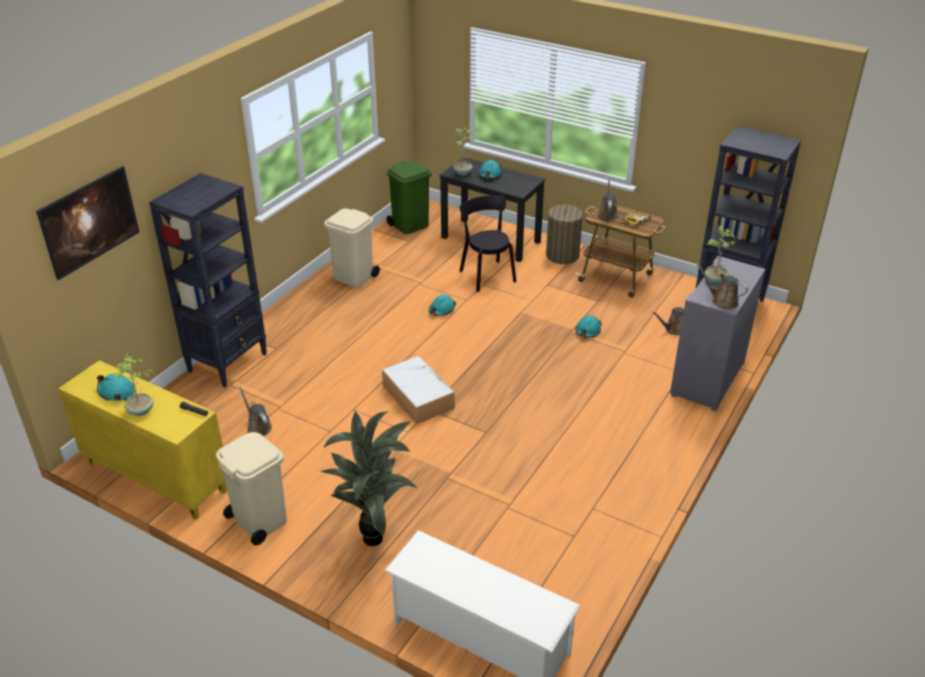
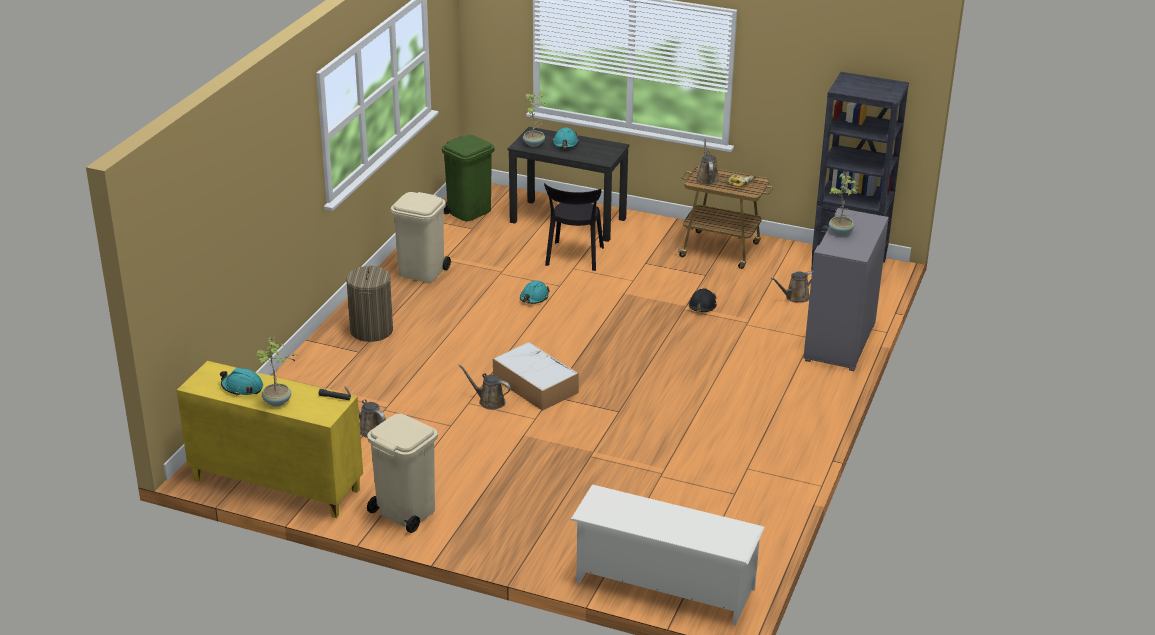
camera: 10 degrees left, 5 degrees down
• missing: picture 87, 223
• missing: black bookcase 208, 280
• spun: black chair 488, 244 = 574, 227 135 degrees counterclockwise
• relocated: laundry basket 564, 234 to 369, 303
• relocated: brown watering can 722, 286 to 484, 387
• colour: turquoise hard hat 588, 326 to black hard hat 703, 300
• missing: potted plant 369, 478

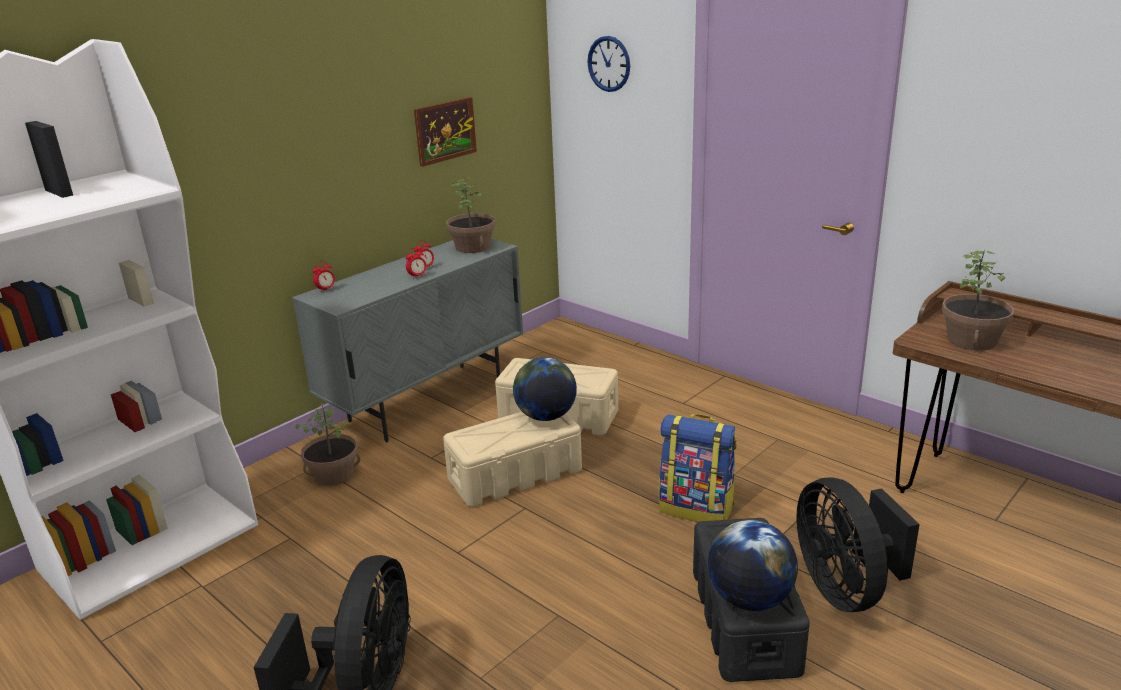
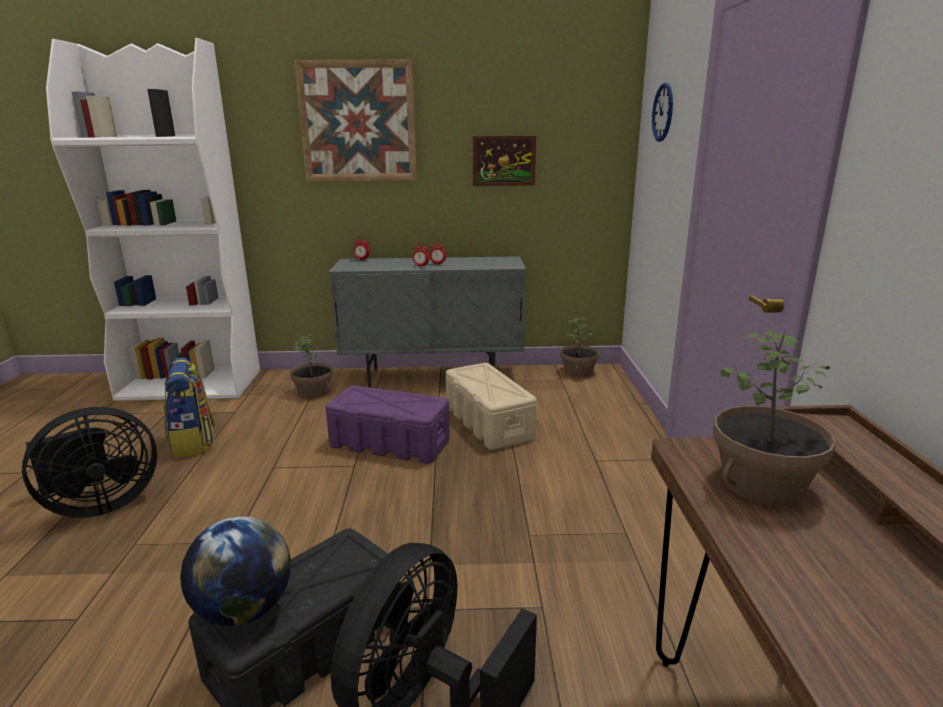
camera: 45 degrees right, 5 degrees down
• relocated: potted plant 470, 215 to 580, 347
• missing: globe 545, 389
• colour: beige storage box 512, 459 to purple storage box 388, 424
• relocated: backpack 698, 468 to 189, 408
• appeared: picture 355, 120

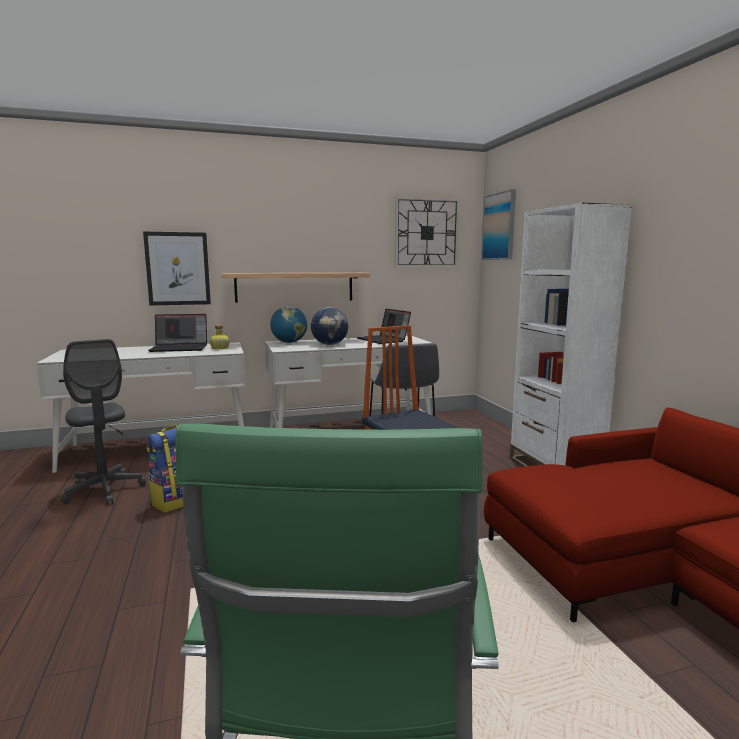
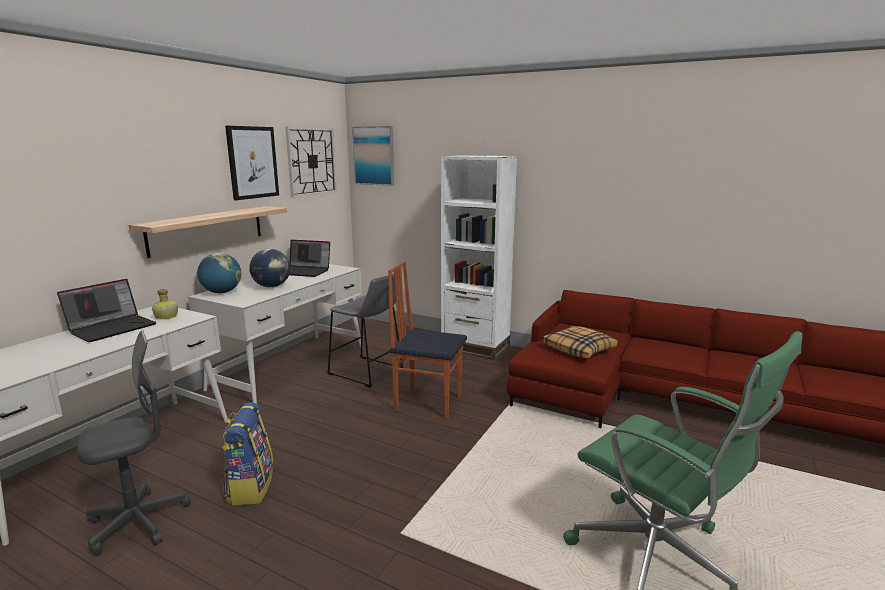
camera: 45 degrees left, 5 degrees up
• relocated: picture 177, 269 to 252, 163
• spun: grey office chair 103, 422 = 134, 443 45 degrees counterclockwise
• appeared: pillow 580, 342

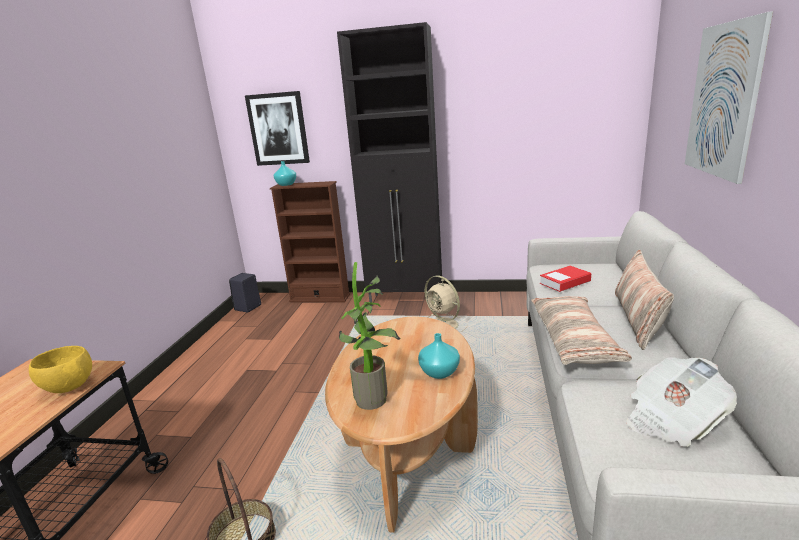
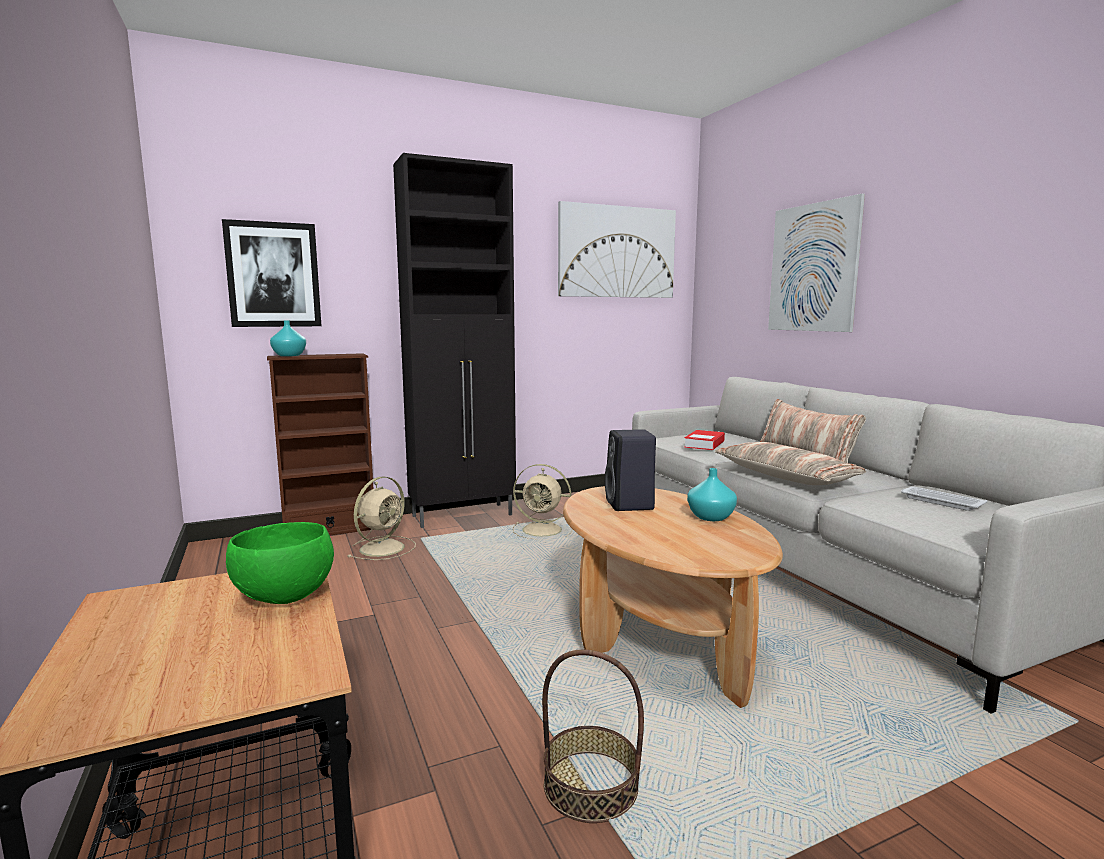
camera: 35 degrees left, 10 degrees down
• missing: potted plant 369, 336
• relocated: black speaker 245, 293 to 630, 470
• colour: yellow bowl 60, 369 to green bowl 280, 563
• exchanged: newspaper 681, 402 to white tray 944, 498
• appeared: picture 617, 249
• appeared: beige fan 382, 518

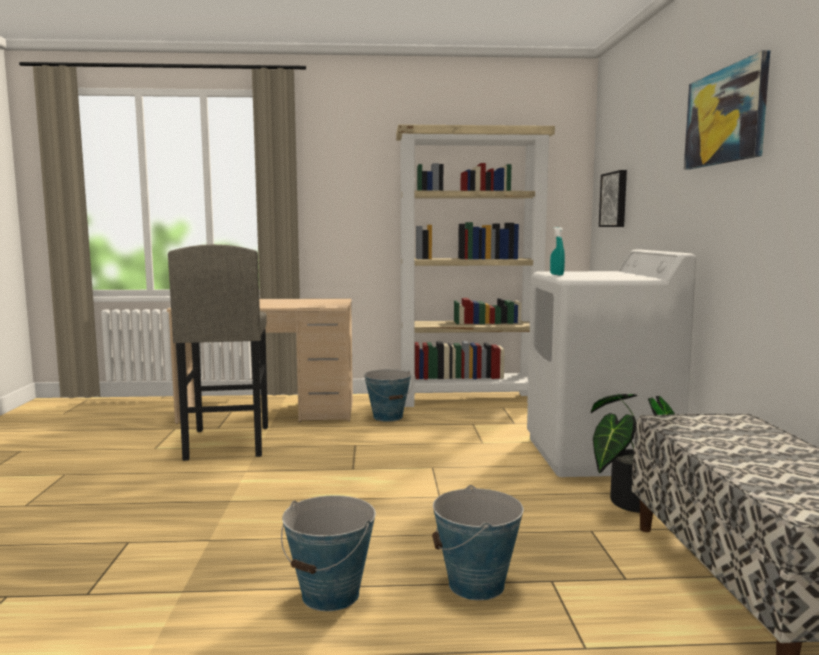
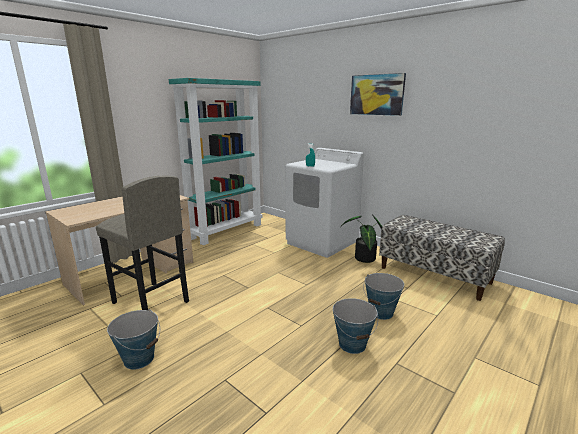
camera: 45 degrees left, 10 degrees up
• colour: beige bookcase 475, 265 to turquoise bookcase 216, 161
• missing: picture 613, 198
• relocated: bucket 388, 395 to 133, 339

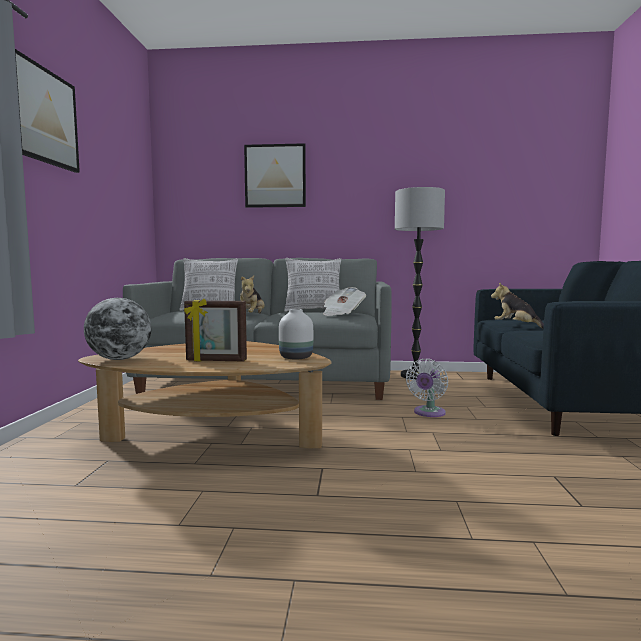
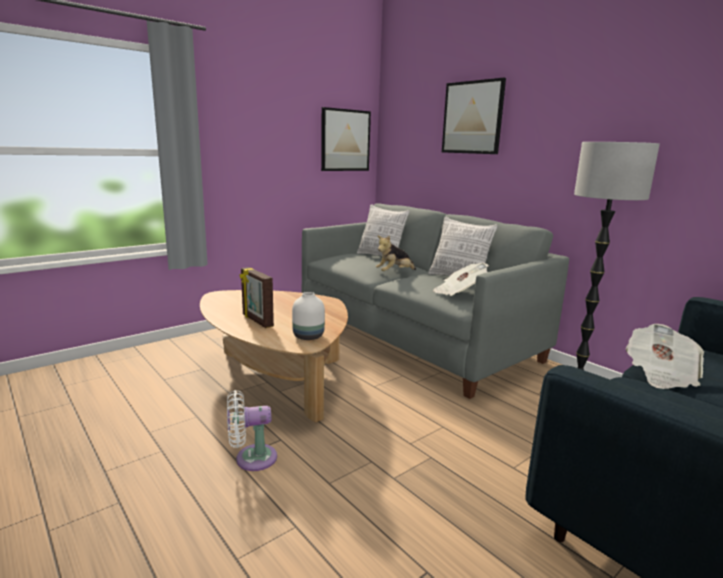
camera: 45 degrees right, 10 degrees up
• relocated: picture 47, 111 to 346, 139
• exchanged: plush toy 517, 305 to newspaper 665, 356
• missing: globe 117, 329
• relocated: white fan 427, 388 to 252, 430

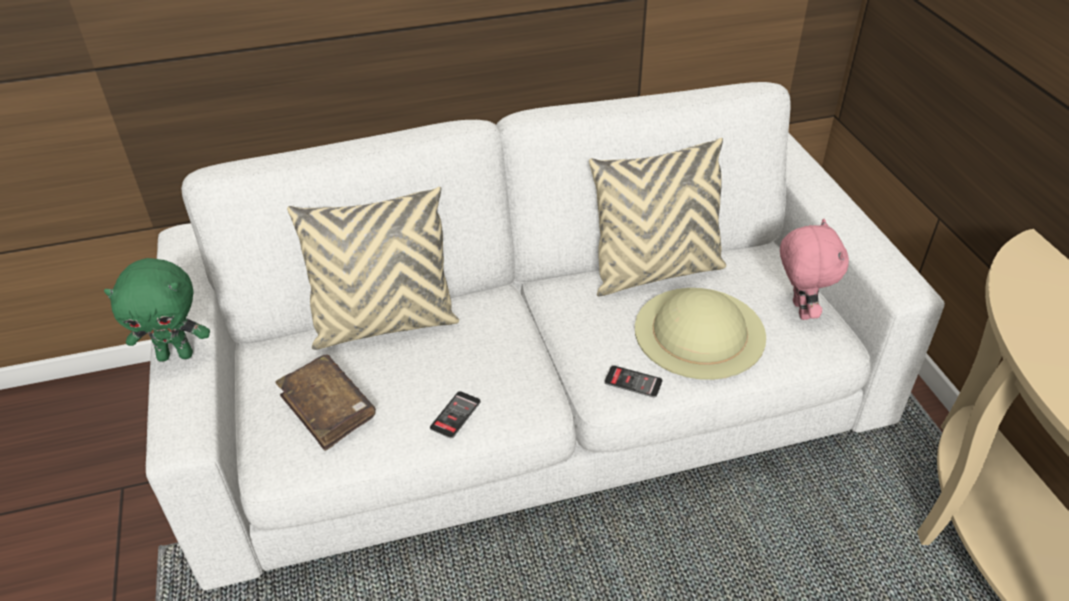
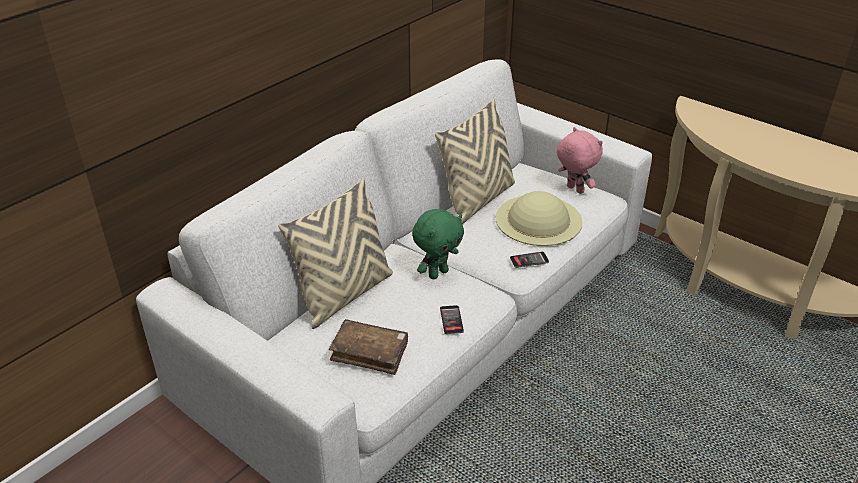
camera: 35 degrees left, 5 degrees down
• relocated: green plush toy 157, 310 to 438, 244

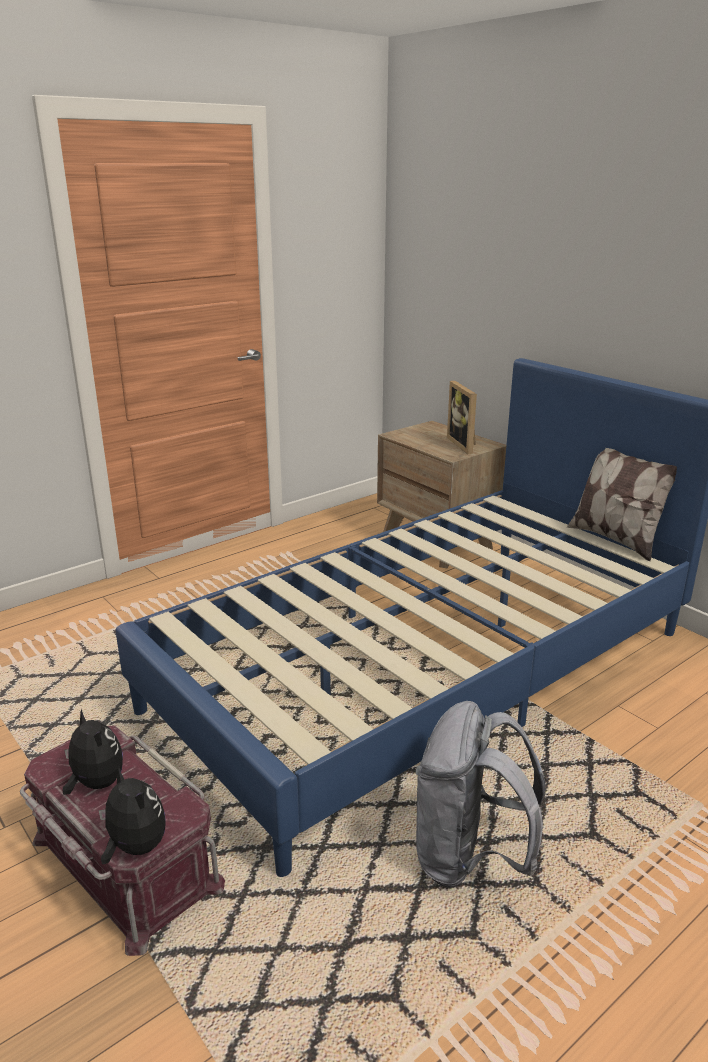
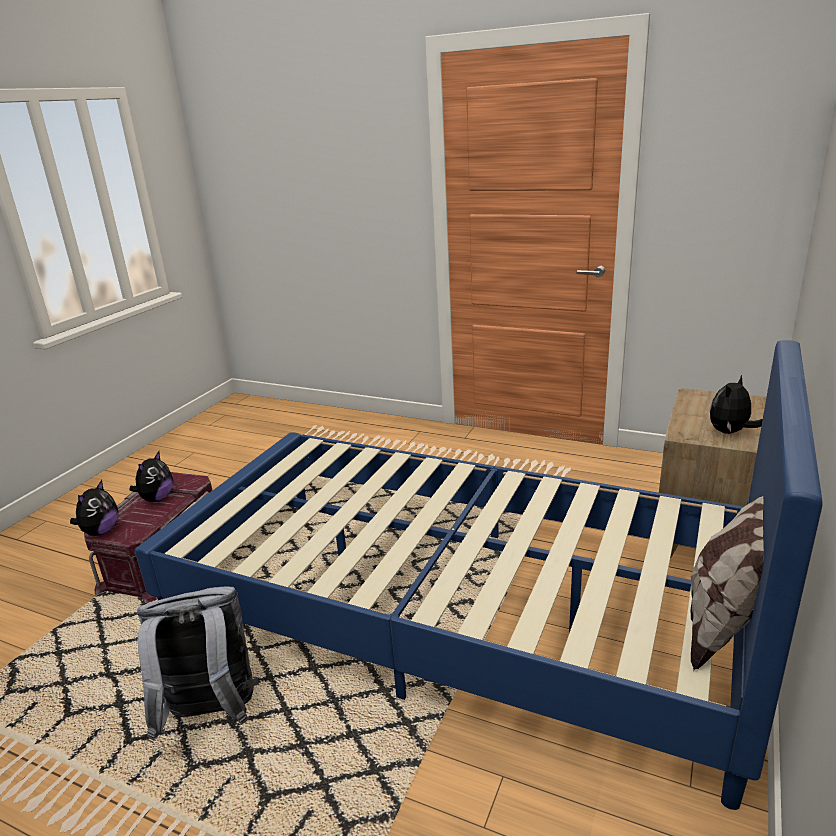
camera: 65 degrees right, 0 degrees up
• exchanged: picture frame 462, 417 to plush toy 736, 404

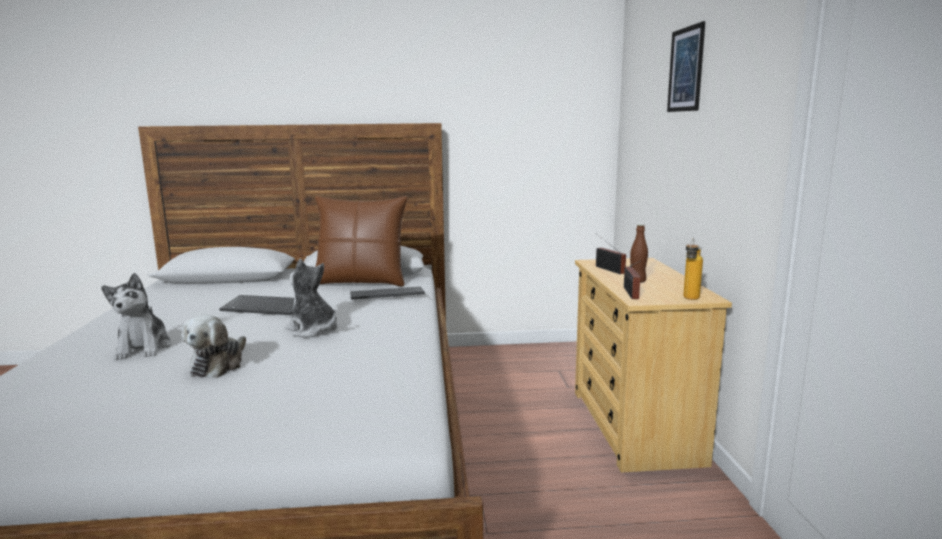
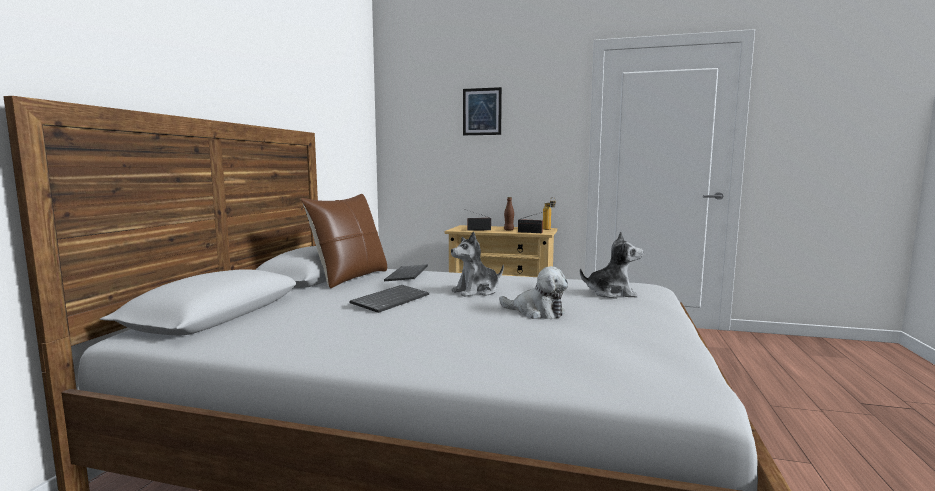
camera: 70 degrees left, 5 degrees down
• relocated: plush toy 136, 316 to 612, 265

